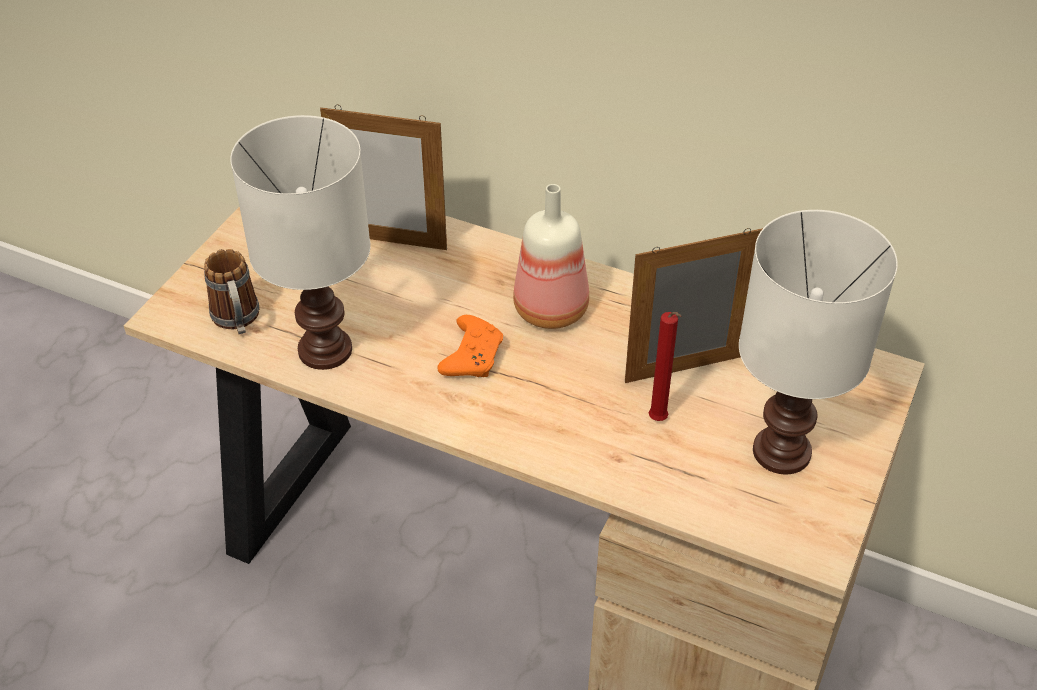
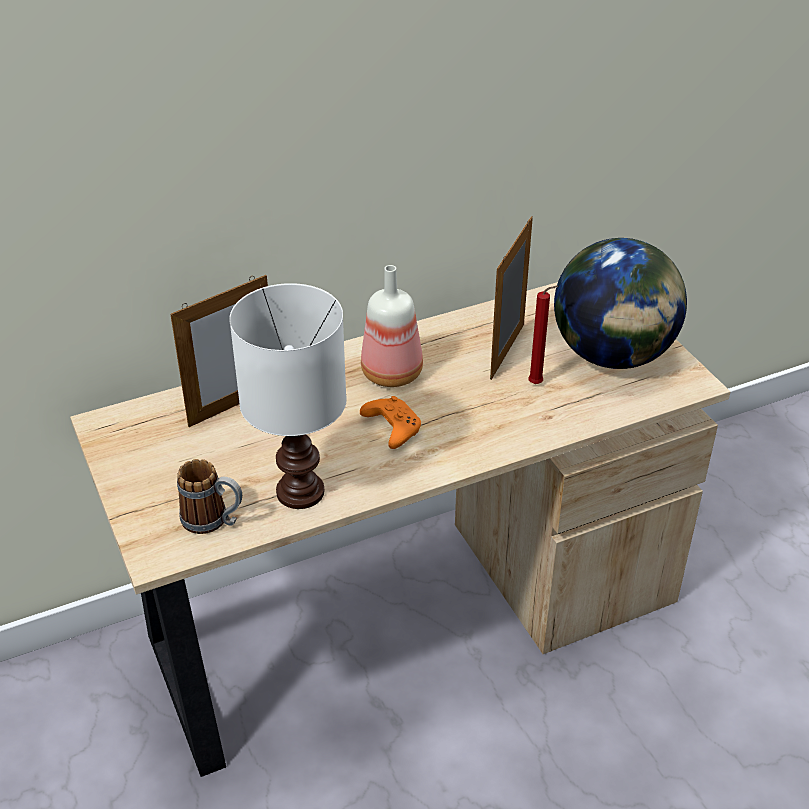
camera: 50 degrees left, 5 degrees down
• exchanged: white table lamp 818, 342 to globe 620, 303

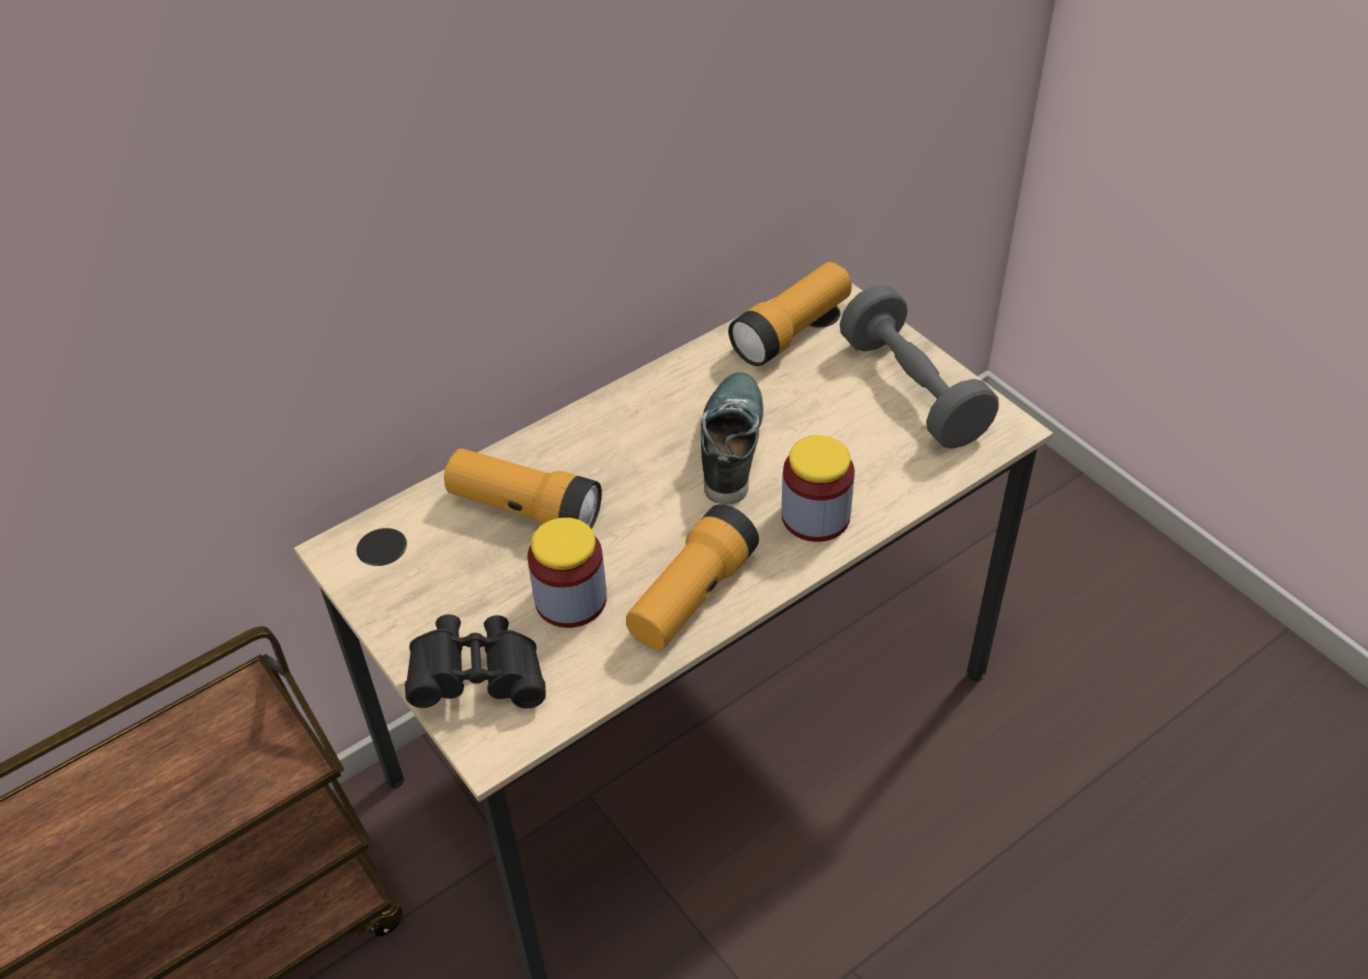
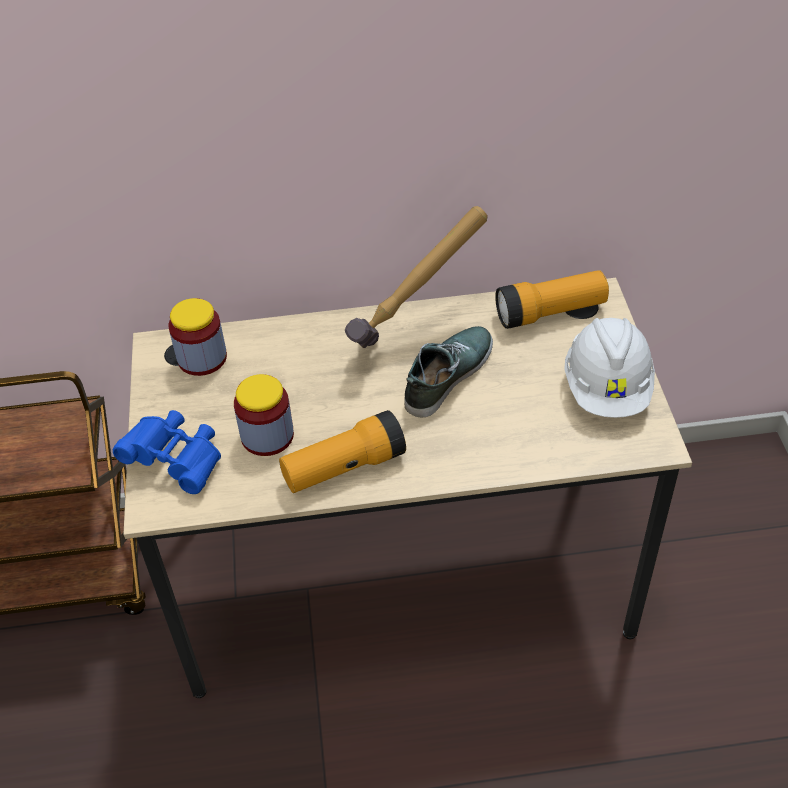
camera: 30 degrees right, 0 degrees up
• exchanged: grey dumbbell 919, 367 to white hard hat 609, 368
• relocated: jar 818, 488 to 197, 337
• missing: flashlight 523, 488
• colour: black binoculars 475, 661 to blue binoculars 167, 452
• appeared: hammer 416, 277

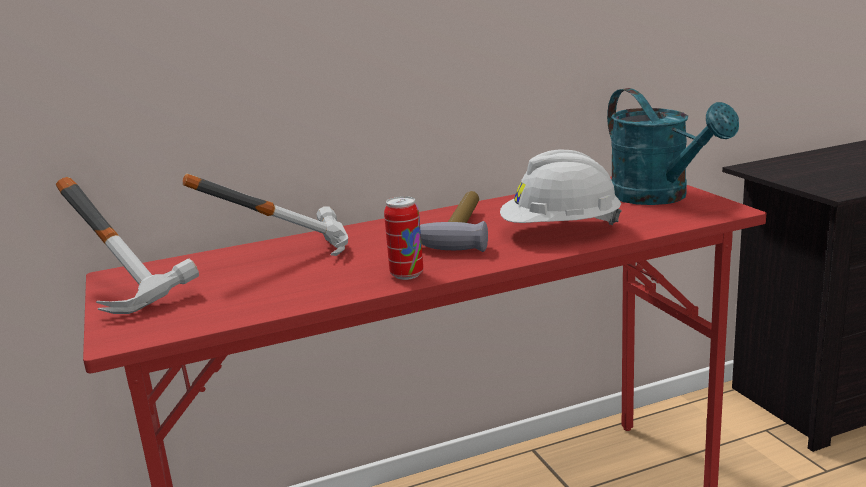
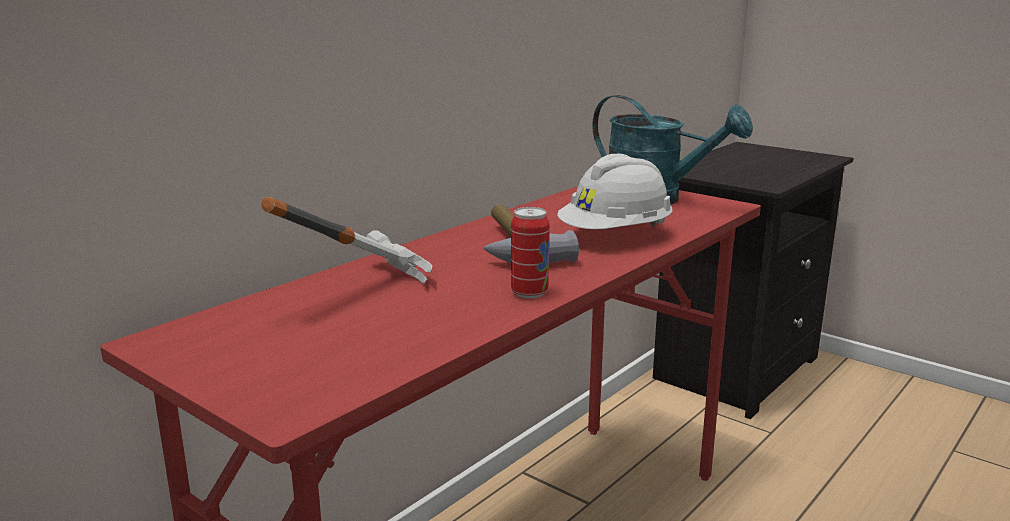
camera: 30 degrees left, 0 degrees up
• missing: hammer 127, 245

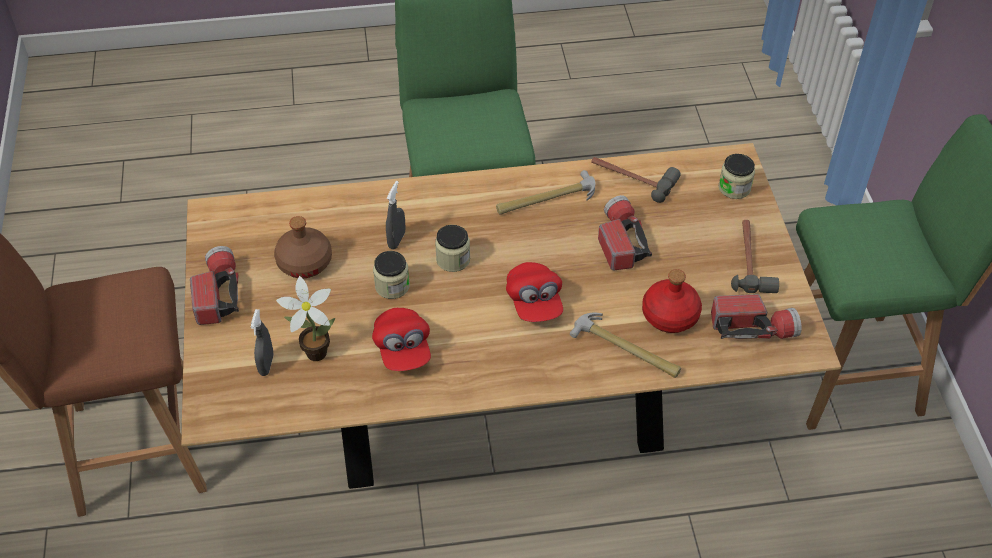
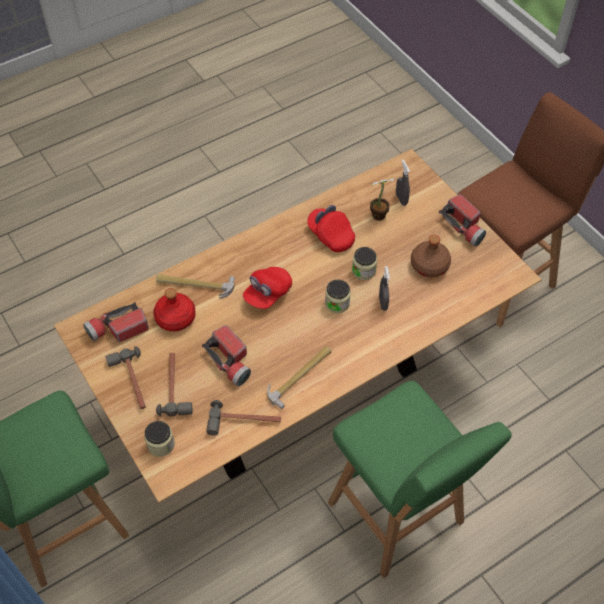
camera: 155 degrees right, 5 degrees up
• spun: red cap 534, 292 = 267, 288 105 degrees counterclockwise
• appeared: hammer 174, 385

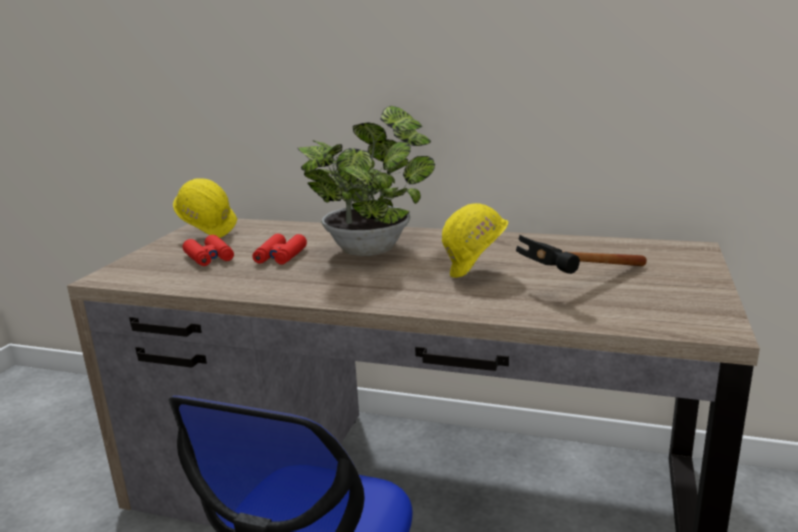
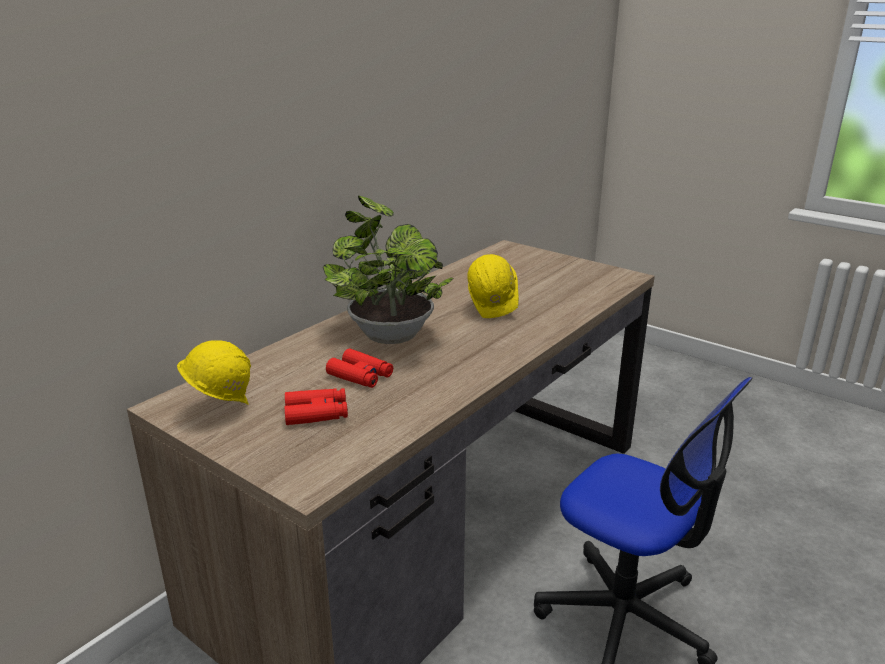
camera: 70 degrees left, 5 degrees up
• missing: hammer 581, 254

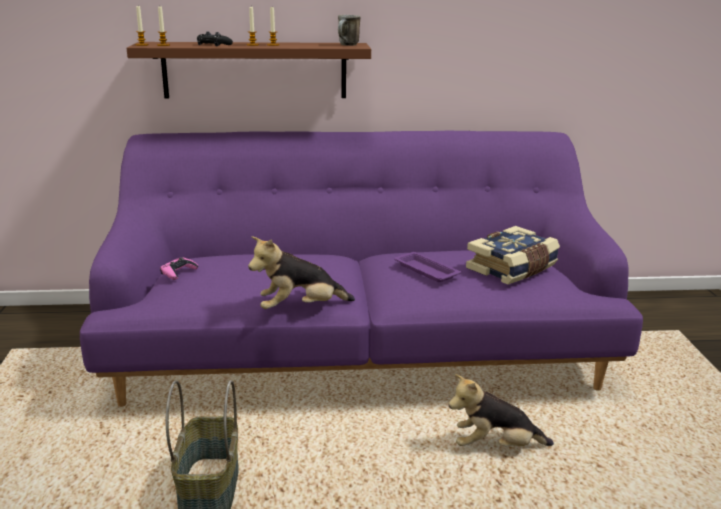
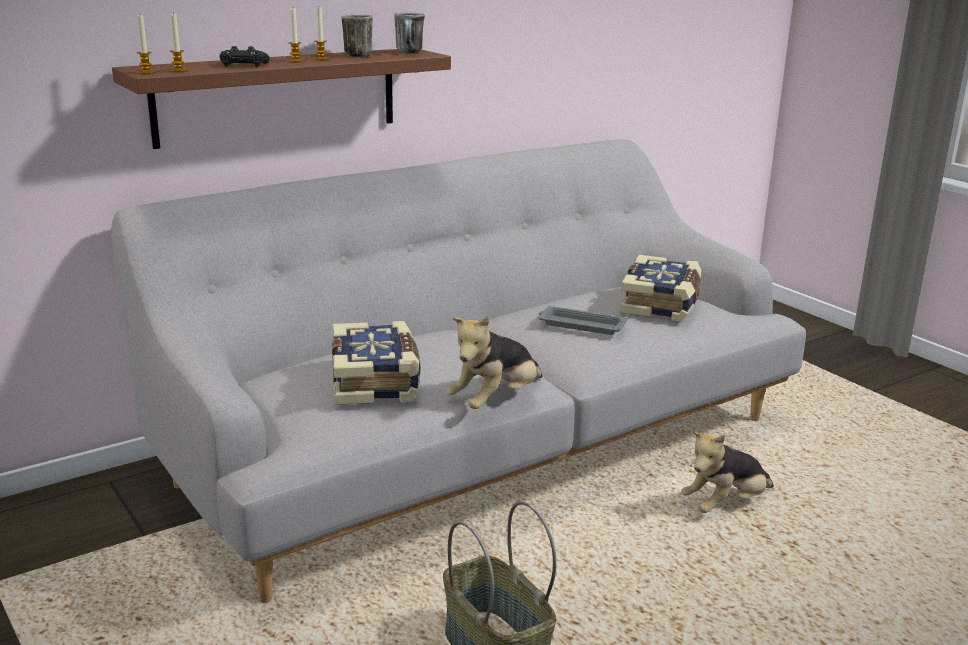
camera: 30 degrees left, 0 degrees up
• colour: purple sofa 361, 269 to grey sofa 458, 371
• colour: purple tray 427, 267 to grey tray 583, 320
• missing: pink game controller 179, 268
• appeared: mug 357, 36
• appeared: book 376, 363

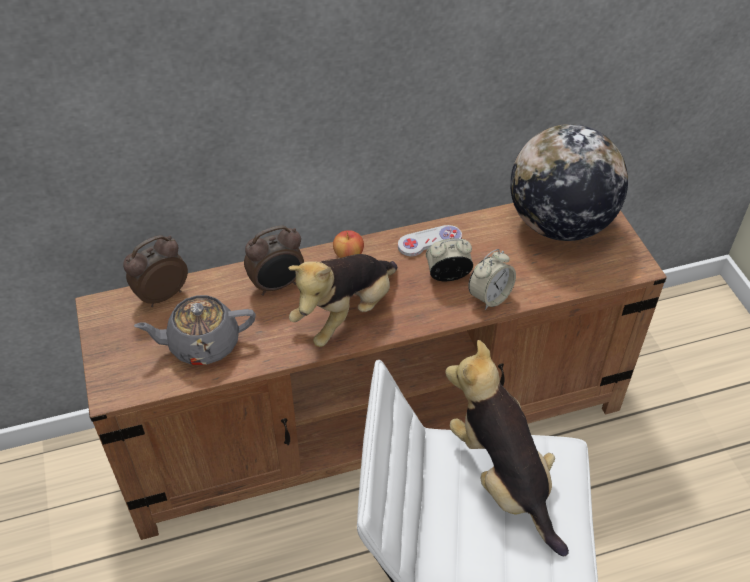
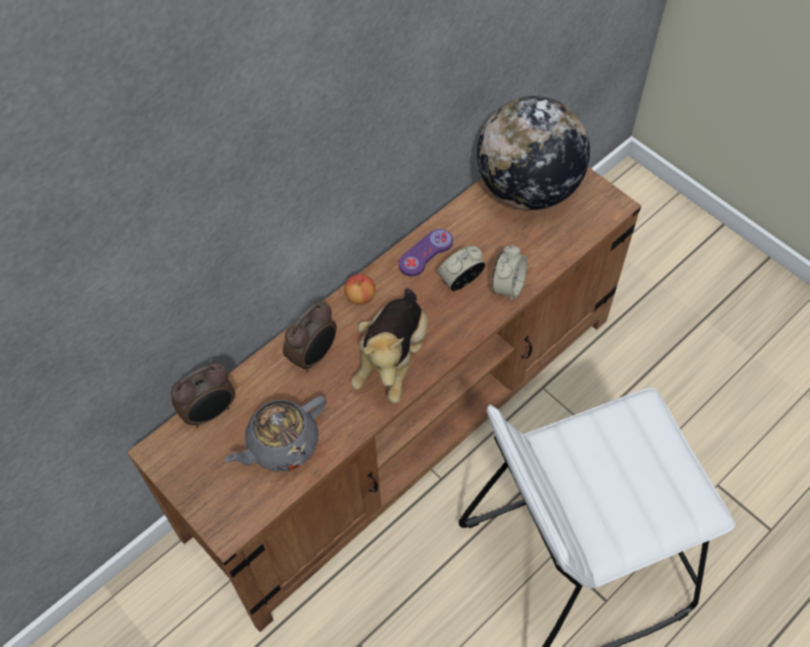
camera: 25 degrees left, 10 degrees up
• colour: white game controller 430, 241 to purple game controller 426, 252
• spun: alarm clock 155, 271 = 203, 395 150 degrees counterclockwise
• missing: plush toy 507, 448

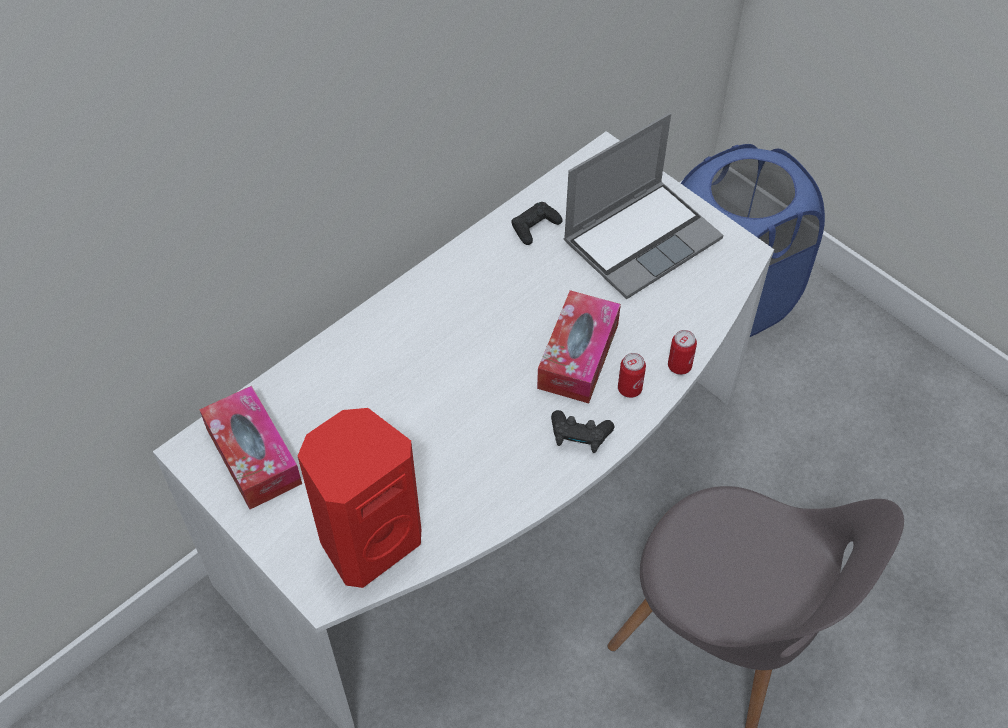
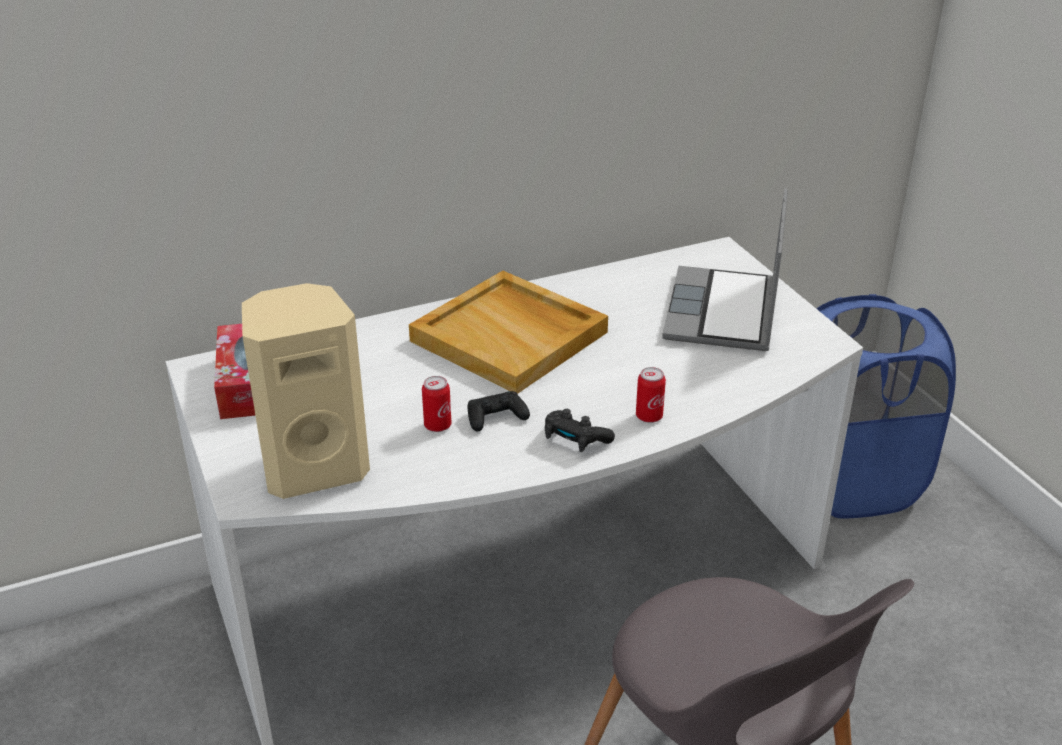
camera: 20 degrees right, 20 degrees down
• spun: laptop 643, 206 = 725, 269 120 degrees clockwise
• relocated: black game controller 537, 223 to 498, 411
• missing: tissue box 579, 346
• relocated: can 682, 352 to 436, 404
• colour: red speaker 359, 498 to beige speaker 306, 391
• appeared: beige tray 508, 332

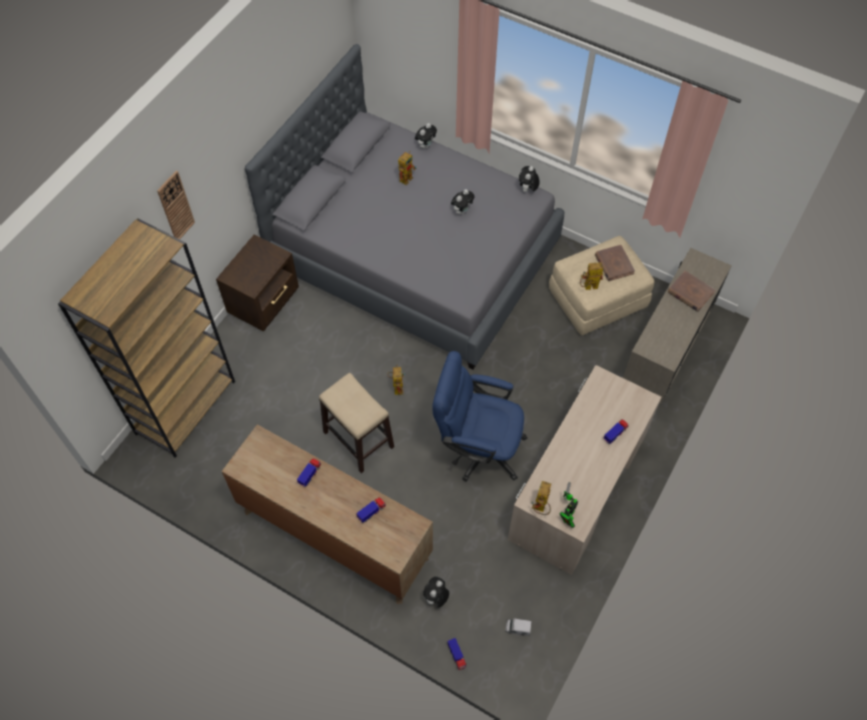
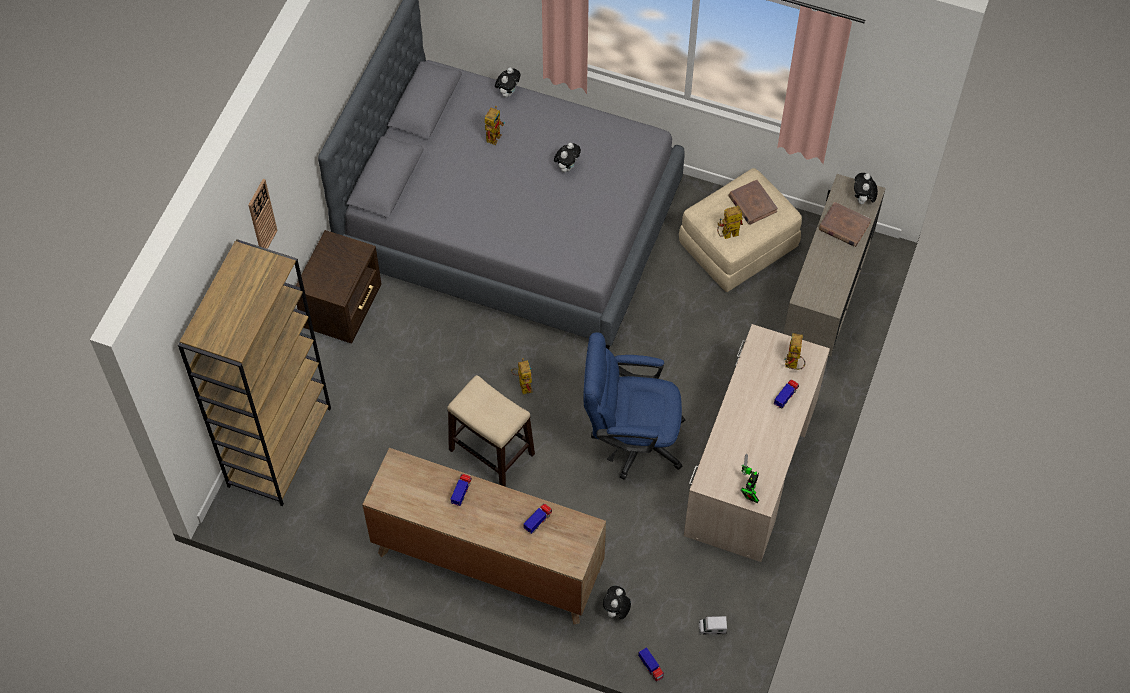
camera: 10 degrees left, 0 degrees up
• relocated: plush toy 529, 179 to 866, 188
• relocated: toy robot 541, 498 to 794, 351

